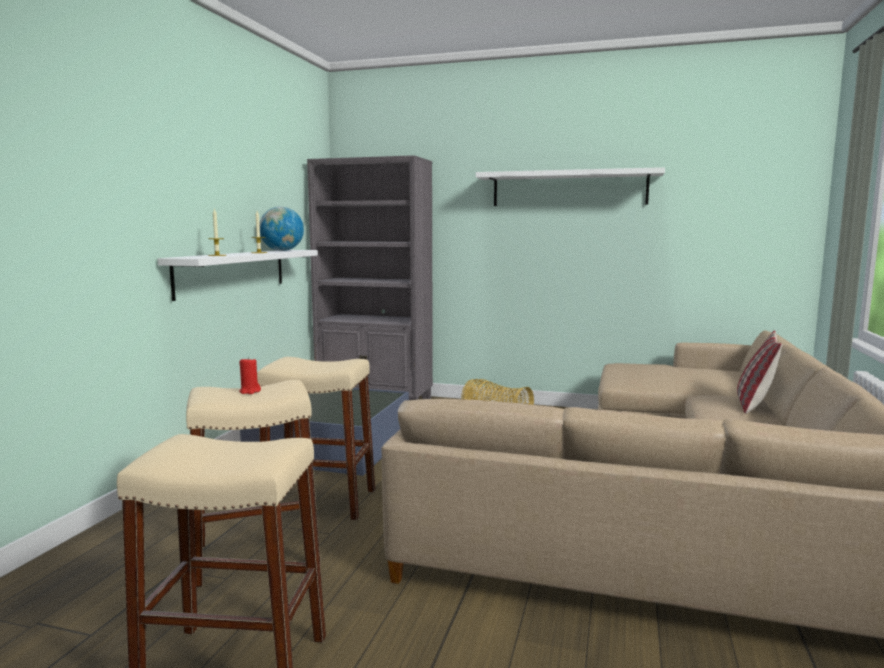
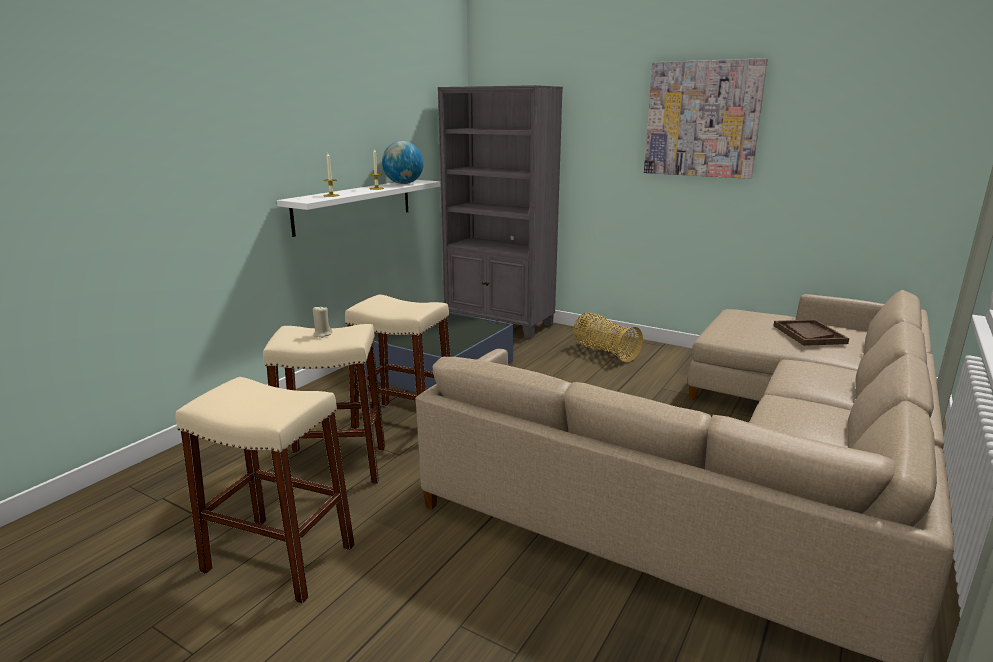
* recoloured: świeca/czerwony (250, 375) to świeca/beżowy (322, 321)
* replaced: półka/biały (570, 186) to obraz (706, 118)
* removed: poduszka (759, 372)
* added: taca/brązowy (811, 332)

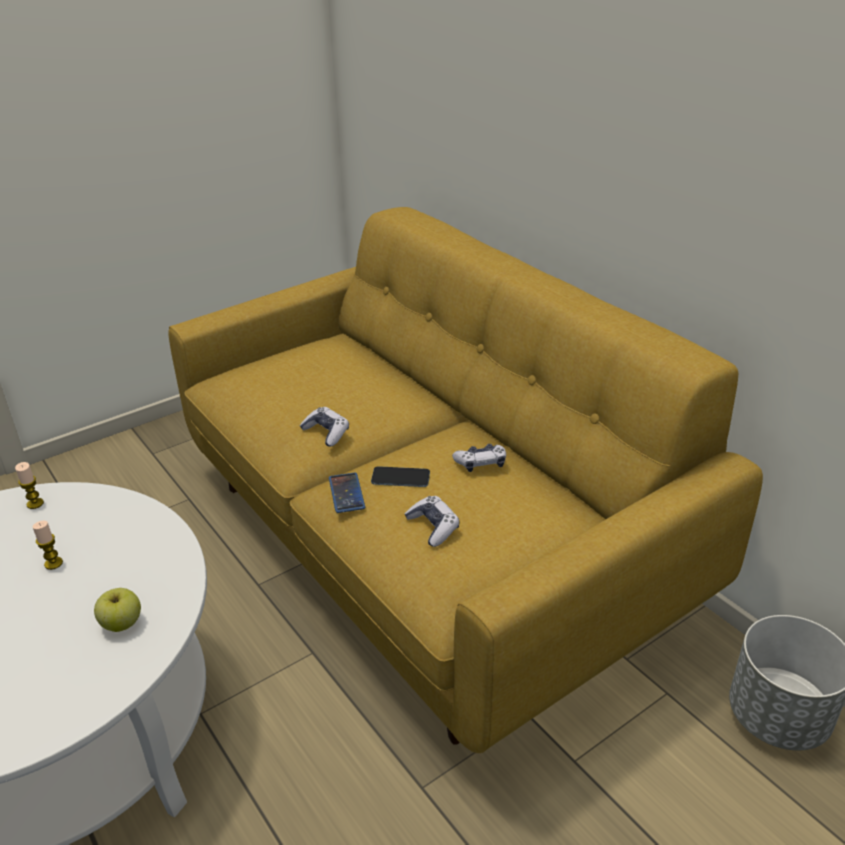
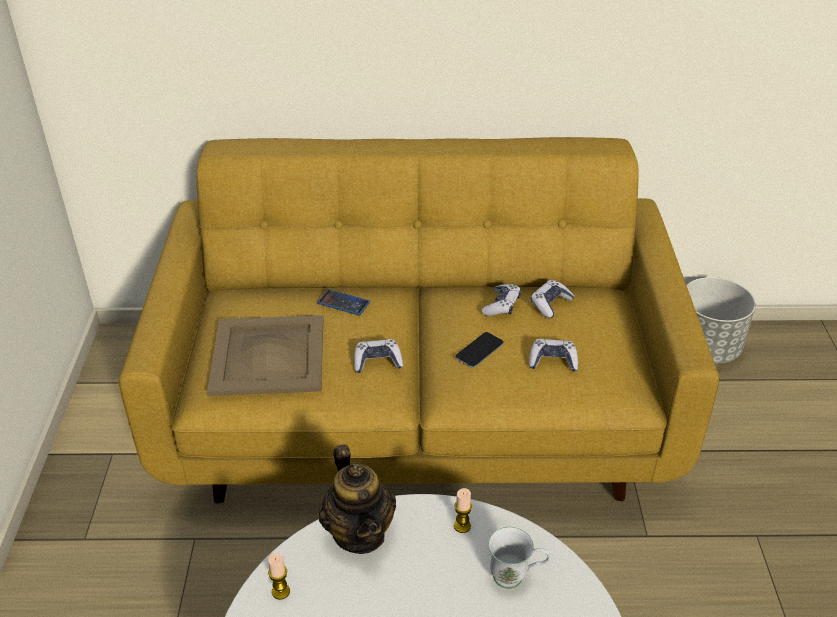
* moved: świeca (47, 545) to (463, 510)
* replaced: jabłko (117, 610) to kubek/biały (519, 558)
* moved: telefon (347, 493) to (343, 302)
* added: taca/beżowy (265, 355)
* added: imbryk (357, 499)
* added: pad do gier (552, 299)

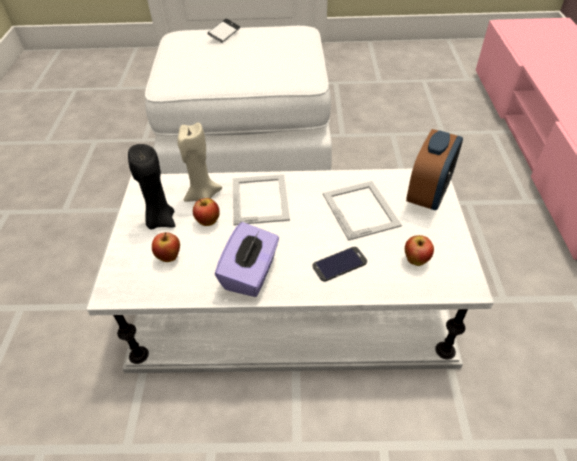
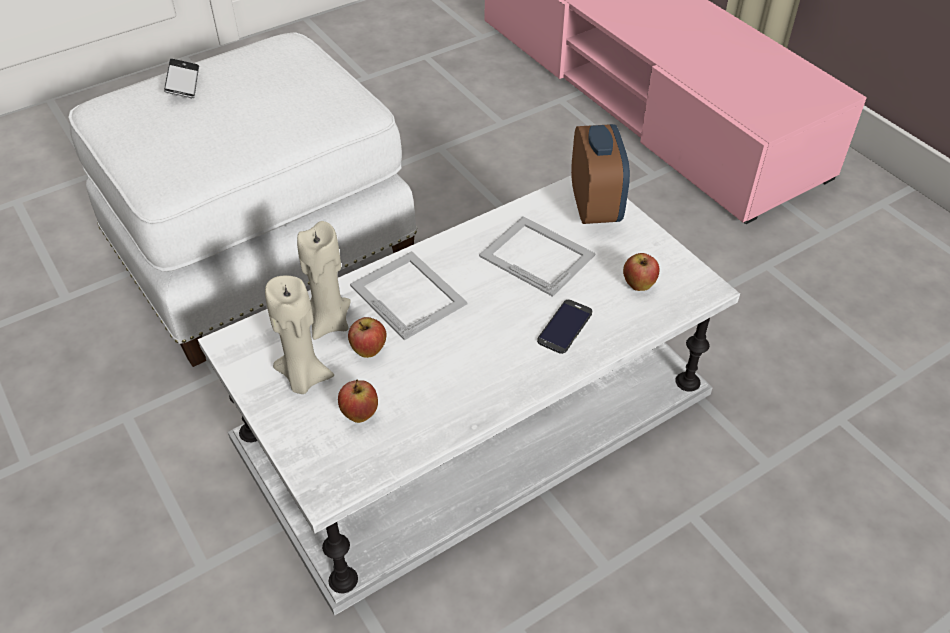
* recoloured: świeca/czarny (151, 187) to świeca/beżowy (299, 334)
* removed: pudełko chusteczek/fioletowy (247, 259)

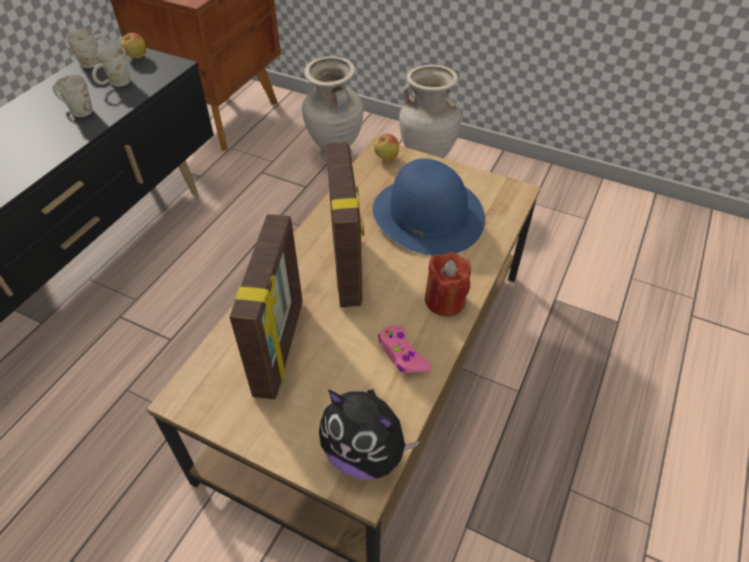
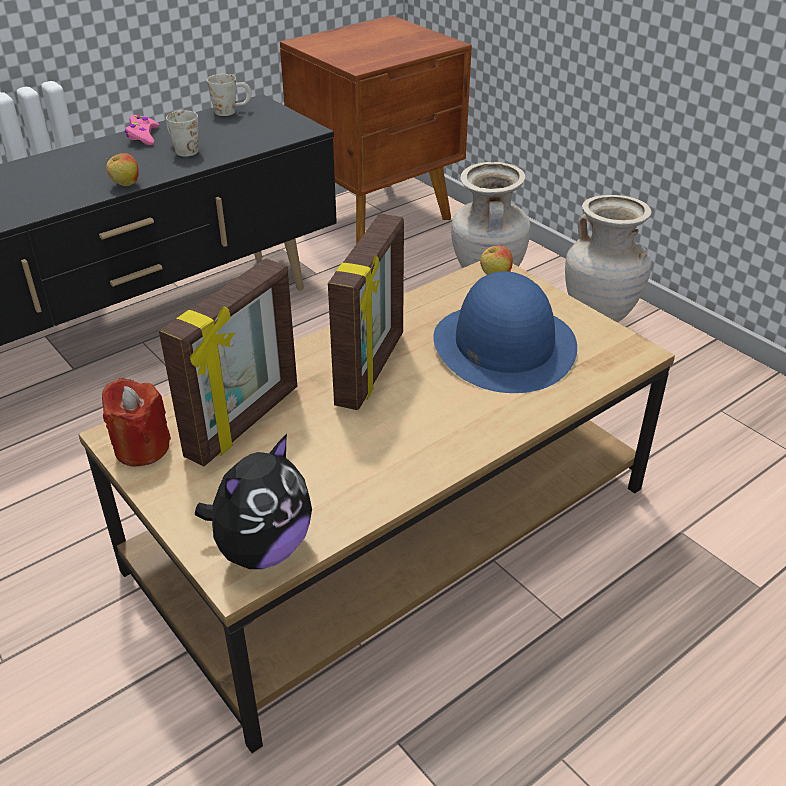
* removed: kubek/biały (111, 66)
* moved: jabłko (133, 46) to (122, 169)
* turned: pluszak (369, 434) = (253, 501) 105 degrees counterclockwise
* moved: pad do gier/różowy (405, 350) to (142, 130)
* moved: świeca/czerwony (448, 284) to (136, 422)

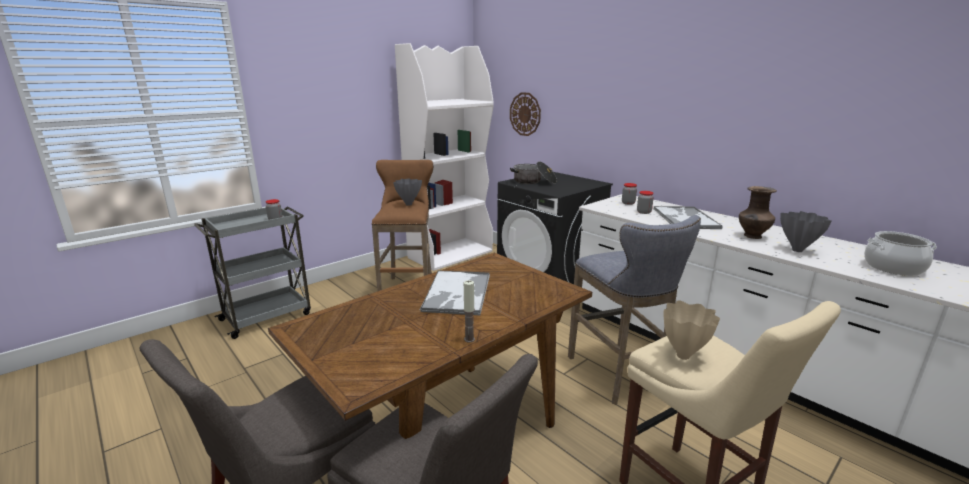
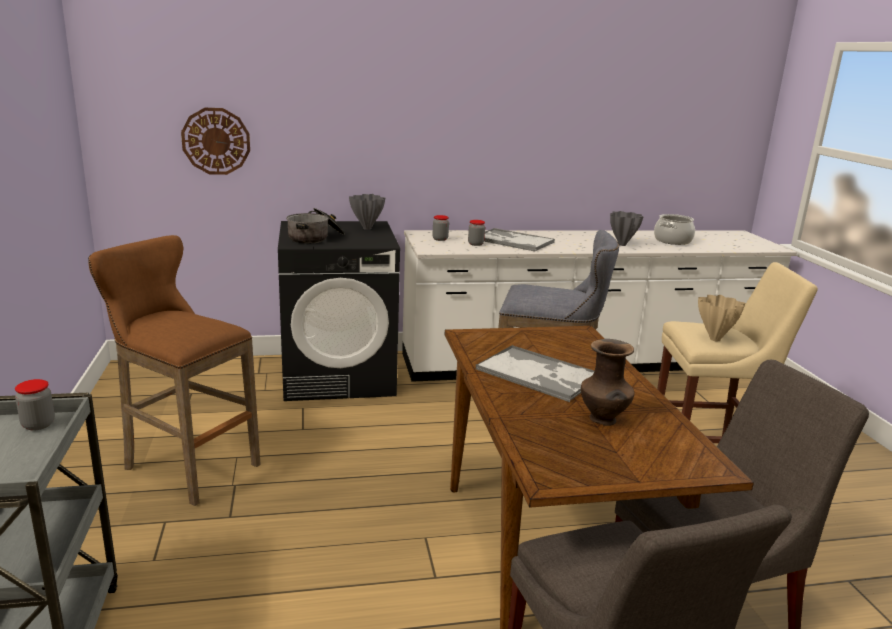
* moved: wazon/szary (407, 192) to (367, 212)
* removed: regał/biały (444, 157)
* removed: świeca (469, 311)
* moved: wazon/brązowy (758, 212) to (608, 382)

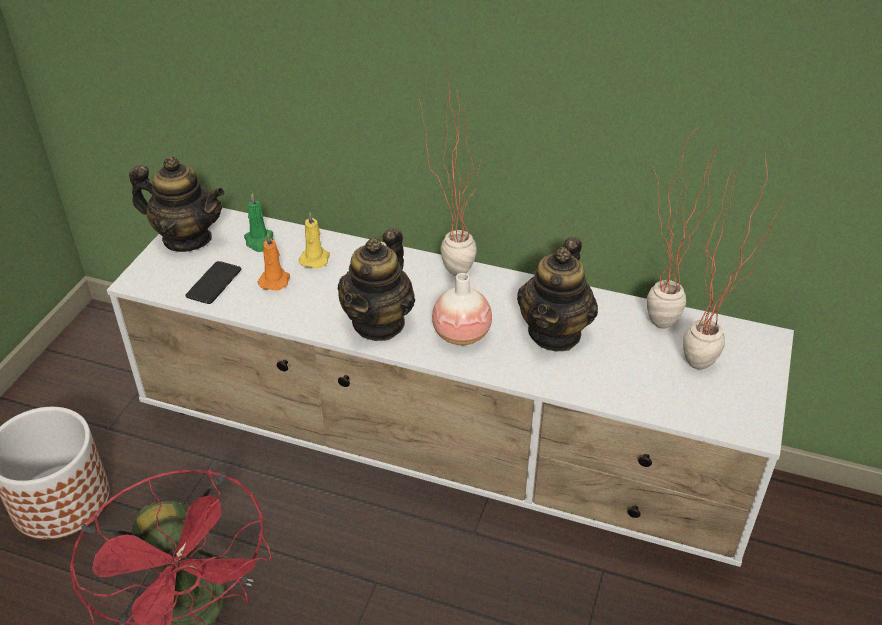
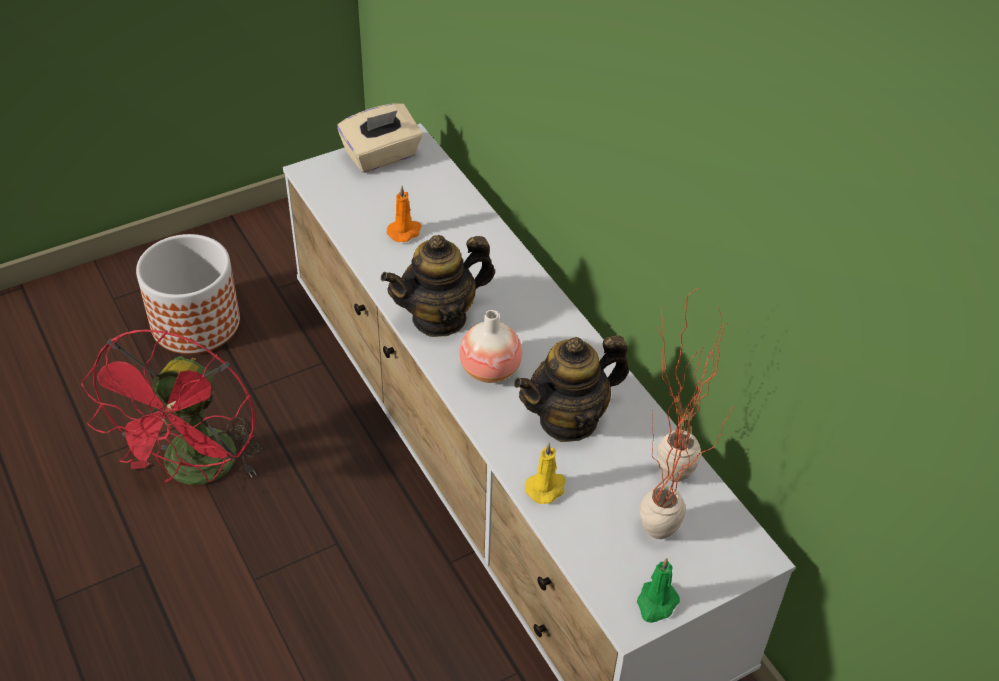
* replaced: imbryk (176, 204) to pudełko chusteczek/beżowy (379, 138)
* removed: telefon (213, 282)
* moved: świeca/zielony (258, 222) to (658, 590)
* moved: świeca/żółty (314, 240) to (545, 473)
* removed: roślina doniczkowa (451, 174)

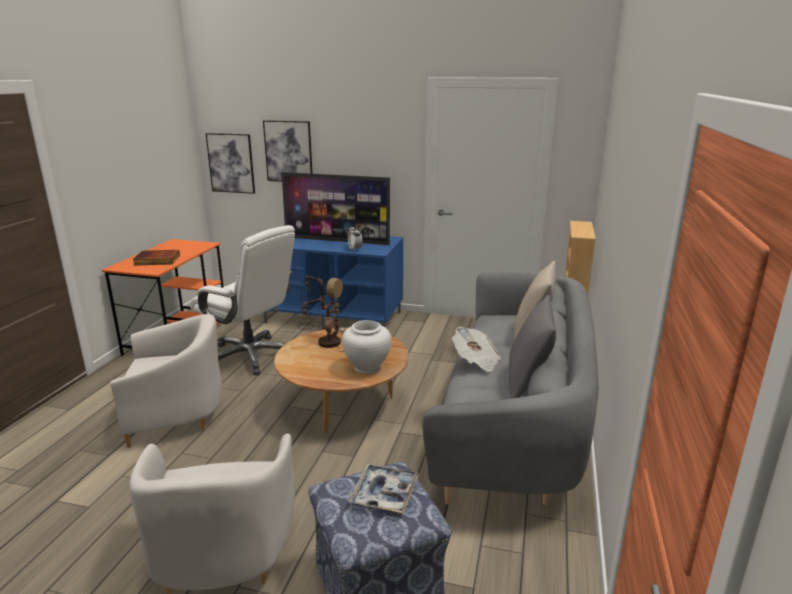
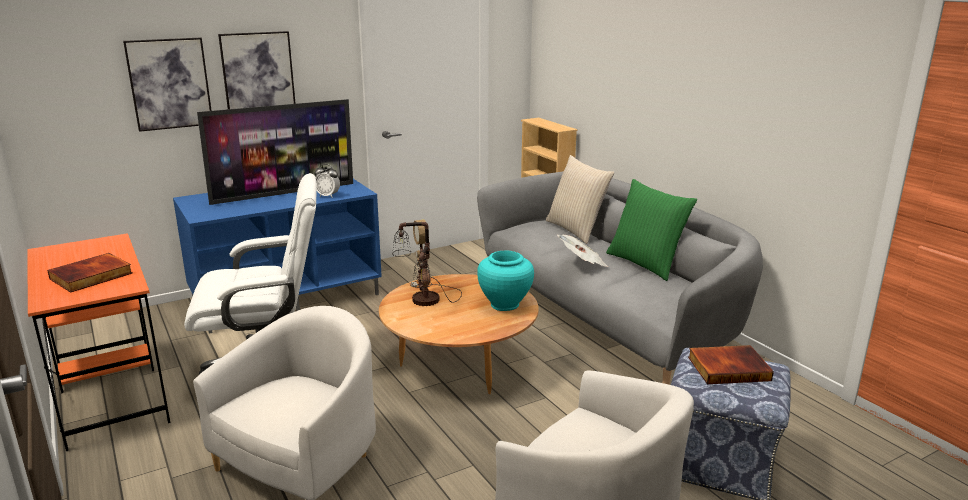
* moved: obraz (230, 163) to (257, 70)
* recoloured: wazon/biały (367, 347) to wazon/turkusowy (505, 281)
* replaced: taca (384, 488) to książka (731, 364)
* recoloured: poduszka/szary (532, 346) to poduszka/zielony (651, 230)

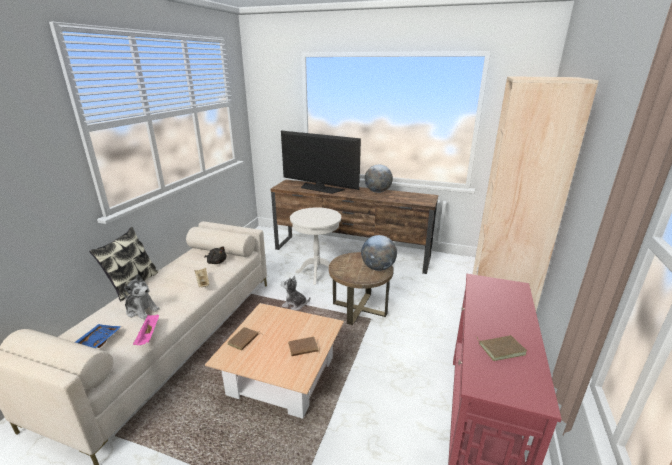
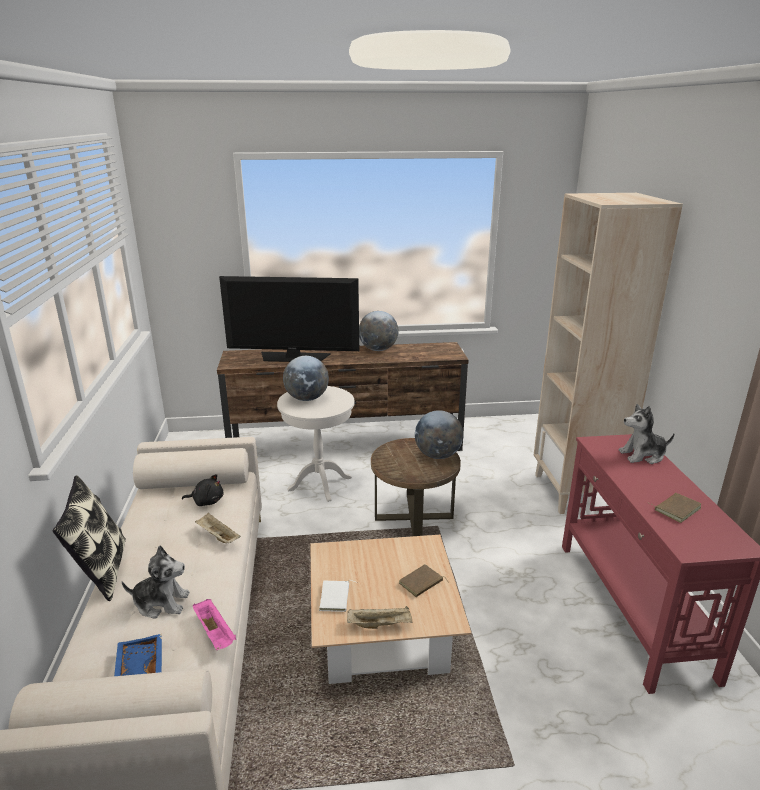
* recoloured: książka/brązowy (245, 339) to książka/biały (337, 596)
* moved: pluszak (295, 292) to (646, 434)
* added: globus (306, 378)
* added: taca/beżowy (380, 617)

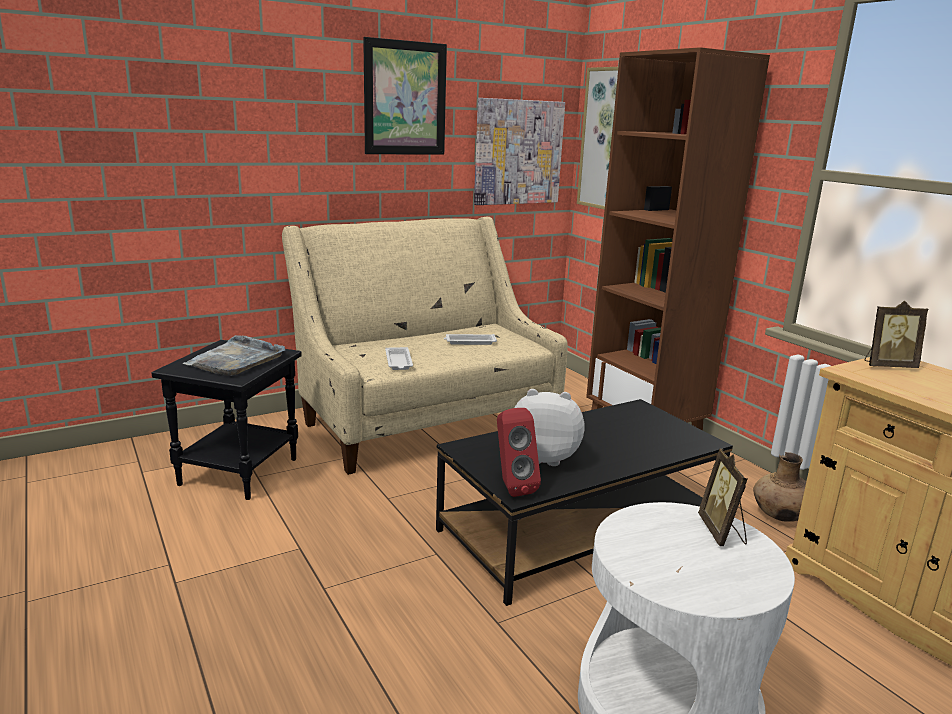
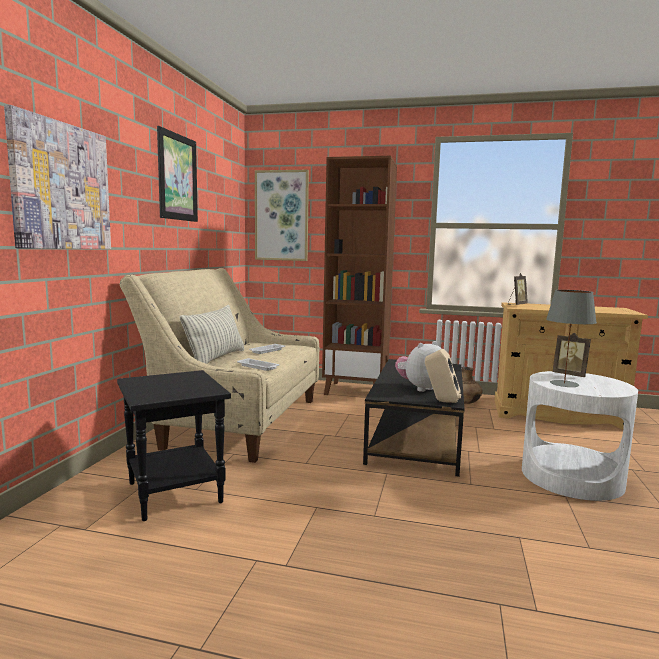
* removed: taca/szary (234, 355)
* moved: obraz (519, 151) to (57, 177)
* recoloured: głośnik/czerwony (519, 452) to głośnik/beżowy (443, 376)
* added: poduszka (212, 334)
* added: lampa stołowa/szary (571, 338)

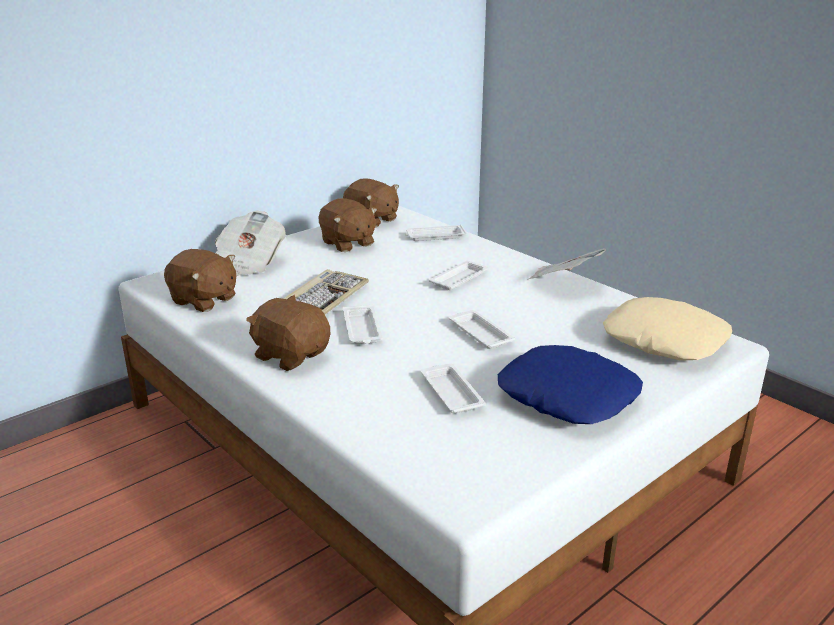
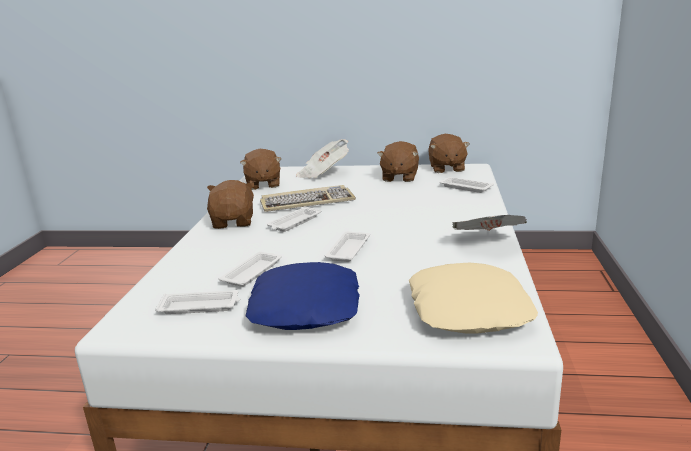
* moved: taca/biały (458, 275) to (197, 302)

